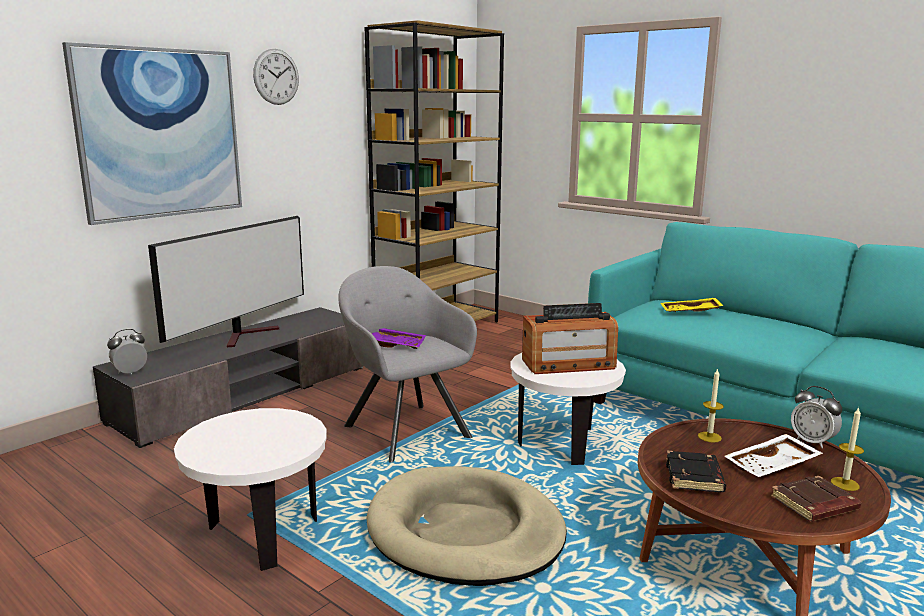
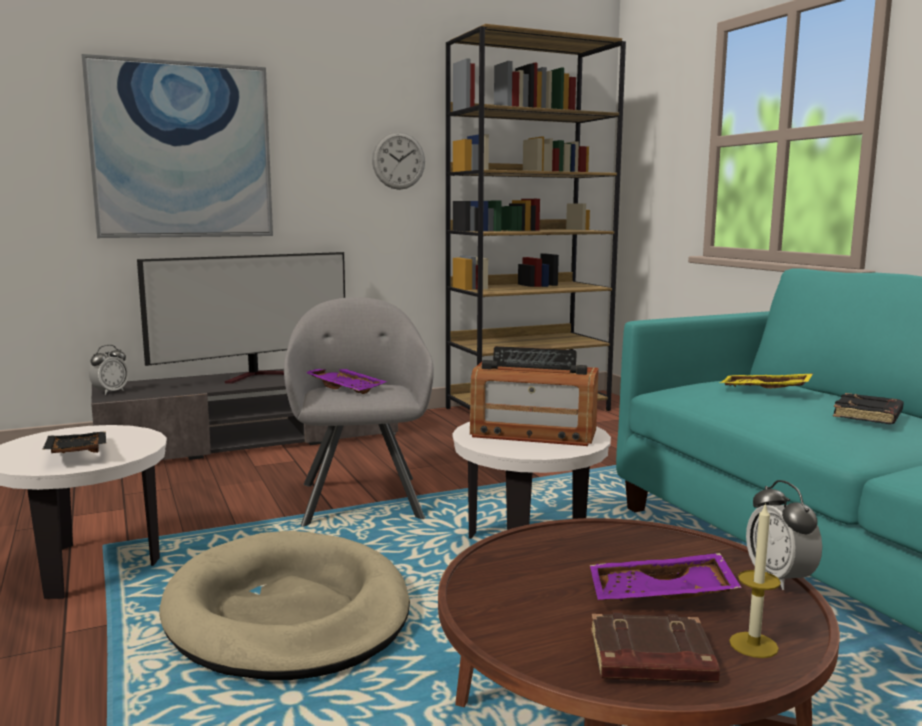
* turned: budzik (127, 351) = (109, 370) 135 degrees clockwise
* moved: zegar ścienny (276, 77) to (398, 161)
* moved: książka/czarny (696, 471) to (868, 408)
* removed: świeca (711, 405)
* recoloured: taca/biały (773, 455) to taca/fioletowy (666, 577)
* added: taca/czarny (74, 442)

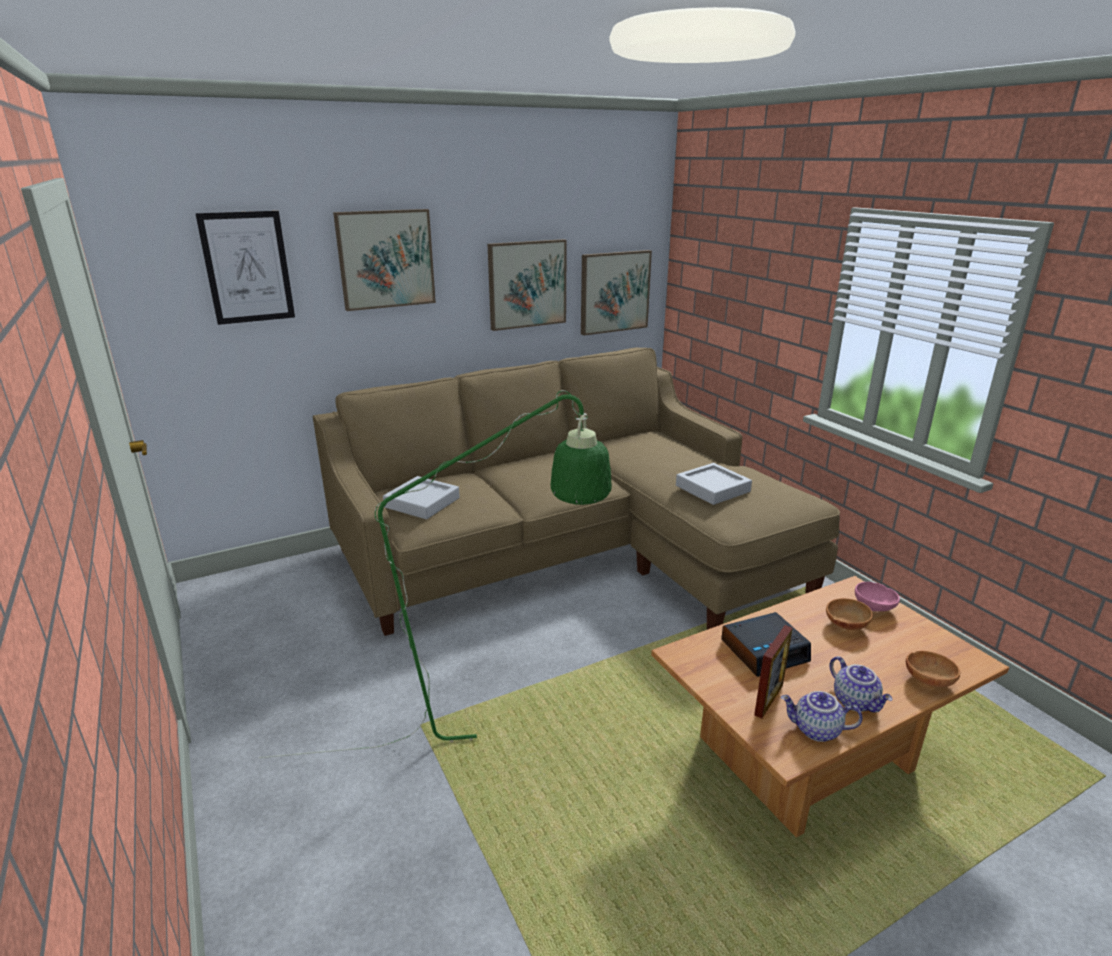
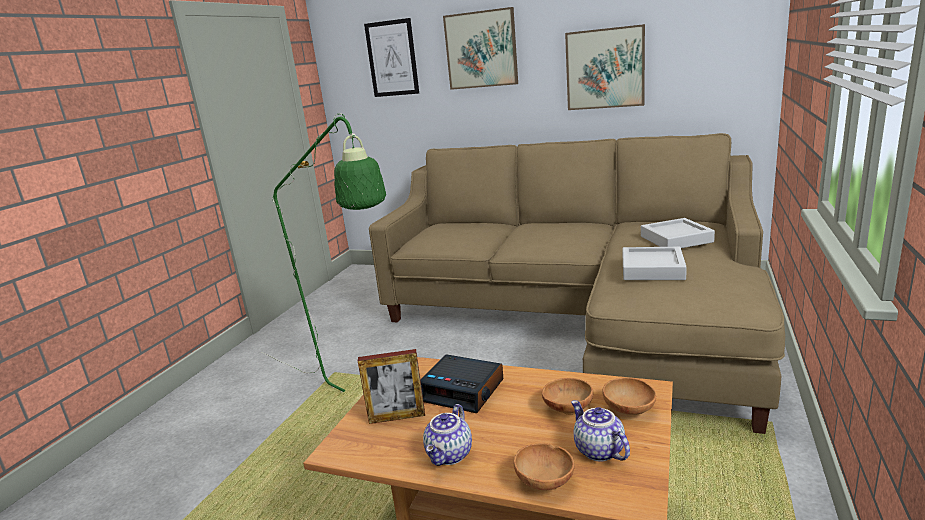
* moved: taca/szary (421, 497) to (678, 233)
* removed: obraz (616, 293)
* moved: imbryk (821, 716) to (600, 431)
* recoloured: miska/różowy (877, 596) to miska/brązowy (629, 396)

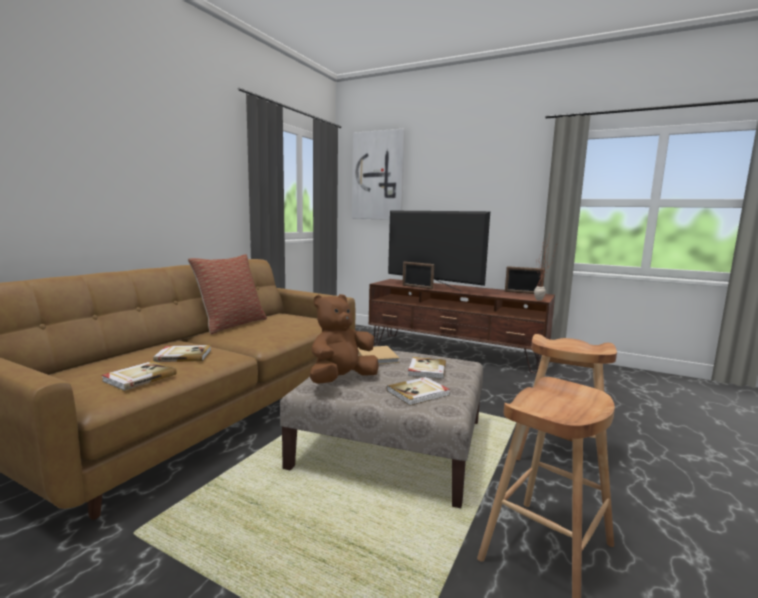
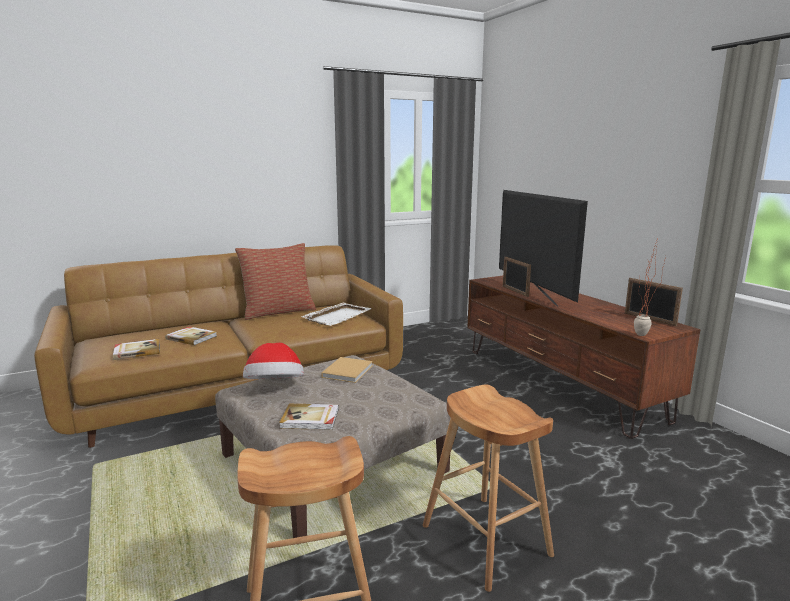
* replaced: pluszak/brązowy (344, 339) to kapelusz (273, 361)
* removed: obraz (378, 174)
* removed: książka (427, 368)
* added: taca/biały (336, 314)

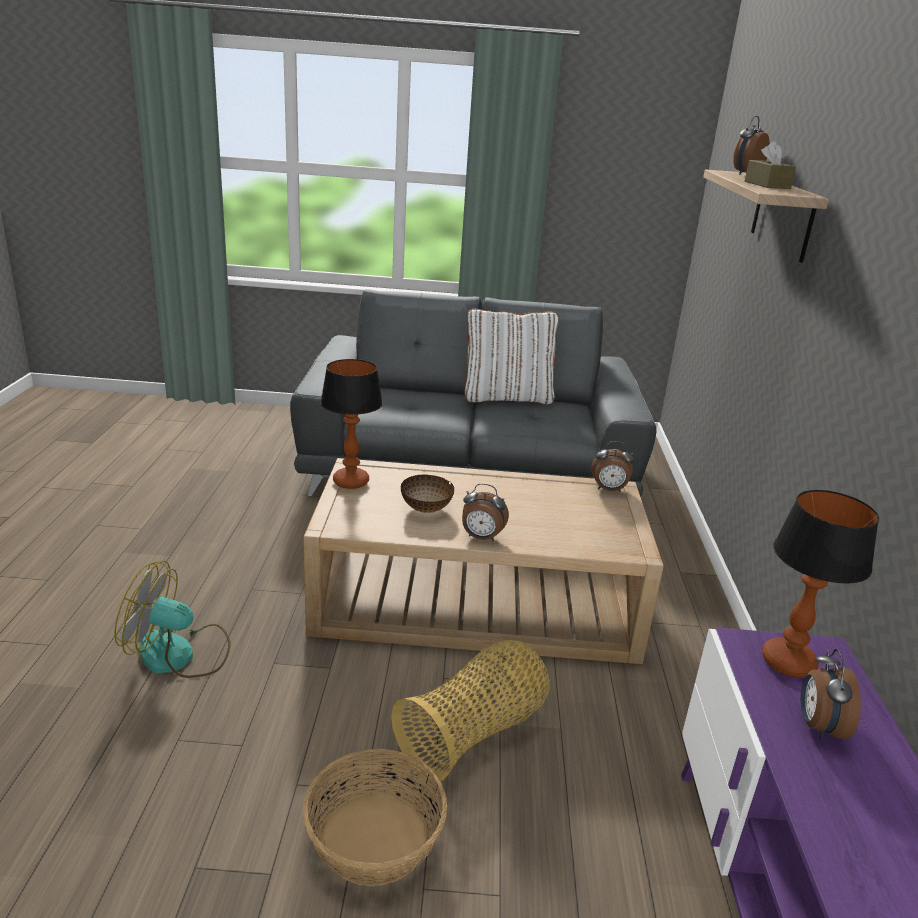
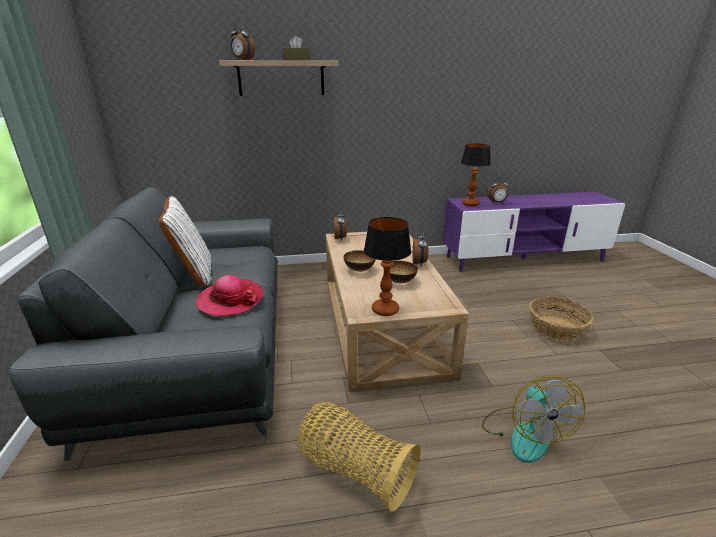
* moved: koszyk (470, 710) to (359, 457)
* added: kapelusz (229, 295)
* added: miska (359, 261)

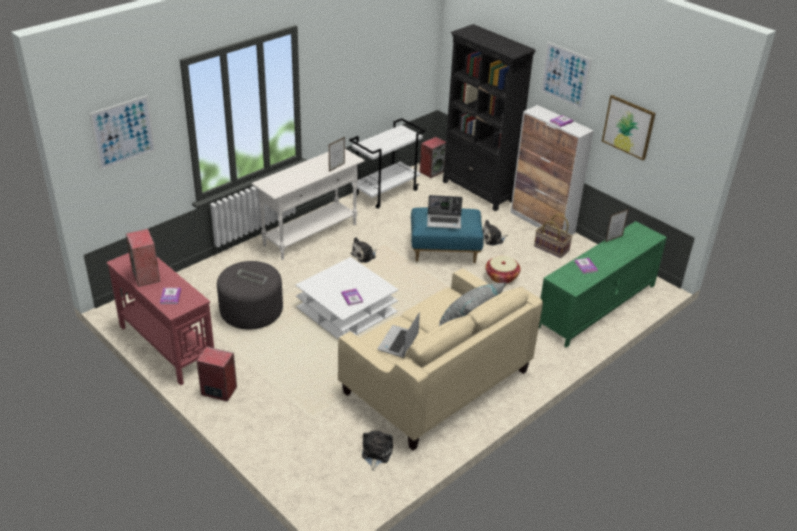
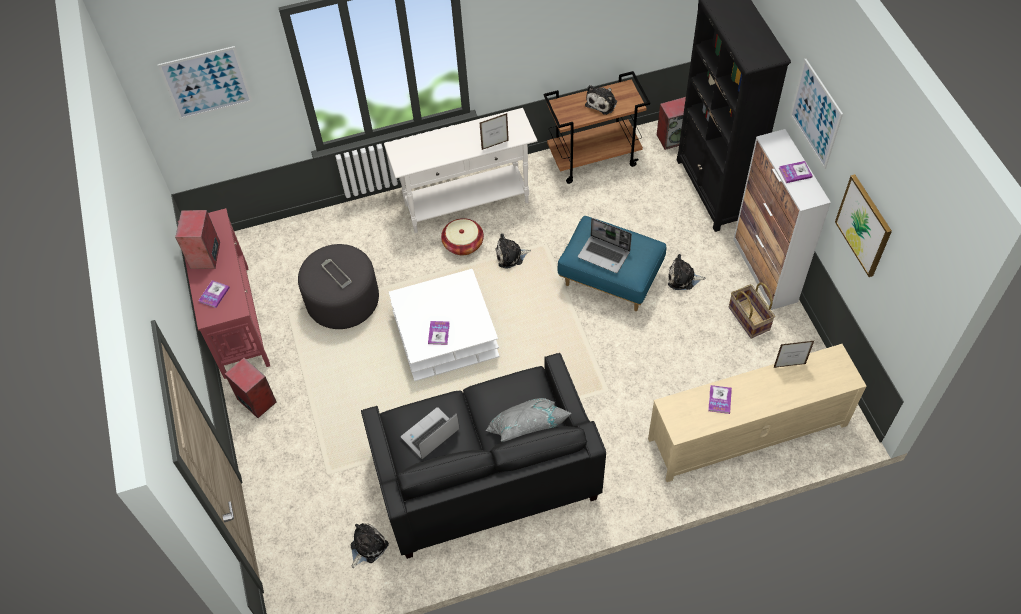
* recoloured: kanapa/beżowy (440, 359) to kanapa/czarny (483, 456)
* recoloured: wózek/biały (387, 163) to wózek/brązowy (596, 127)
* moved: koszyk (503, 270) to (462, 236)
* recoloured: szafka pod telewizor/zielony (603, 284) to szafka pod telewizor/beżowy (757, 413)
* added: pluszak (601, 100)

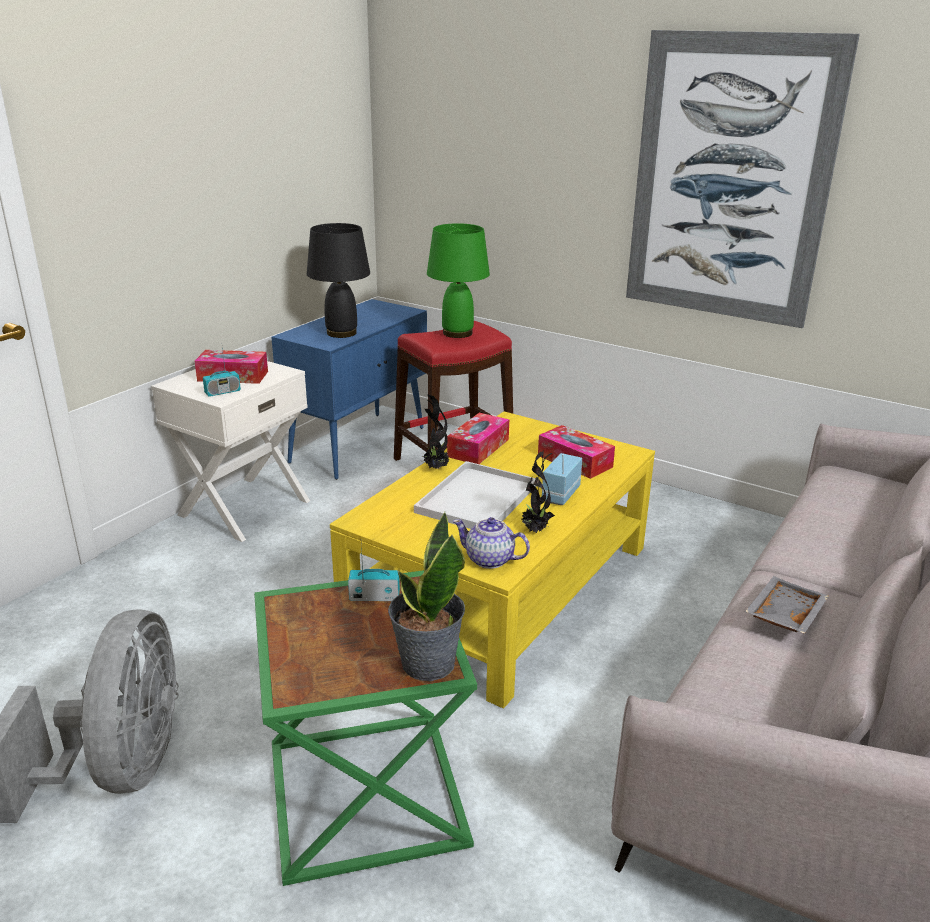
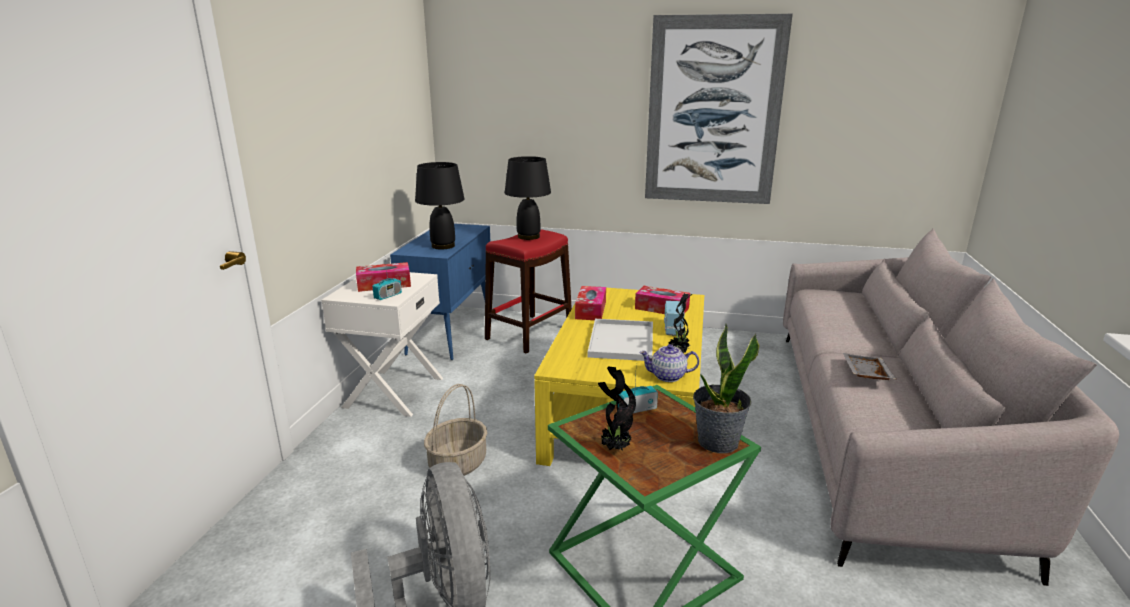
* moved: roślina doniczkowa (436, 431) to (617, 408)
* recoloured: lampa stołowa/zielony (458, 280) to lampa stołowa/czarny (528, 198)
* added: koszyk (455, 430)

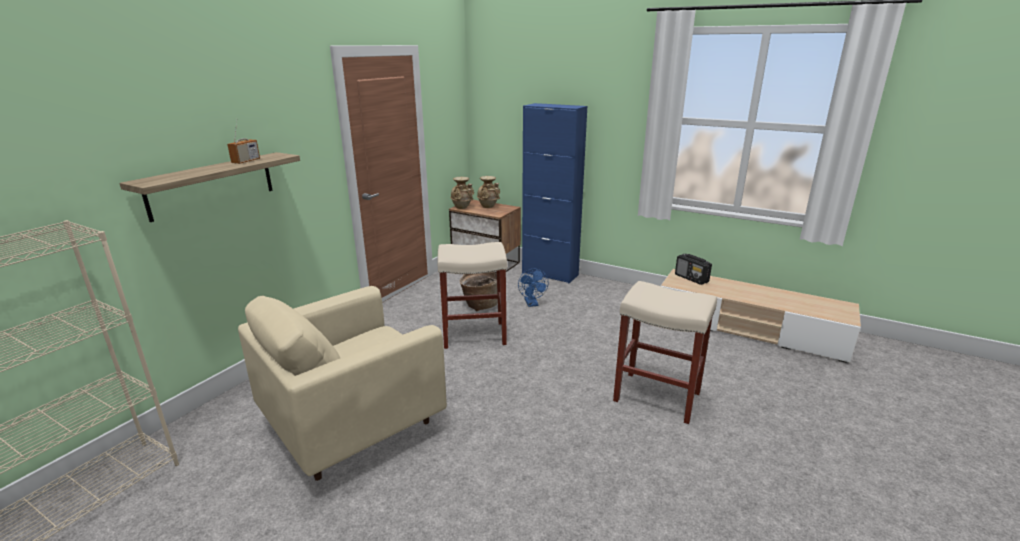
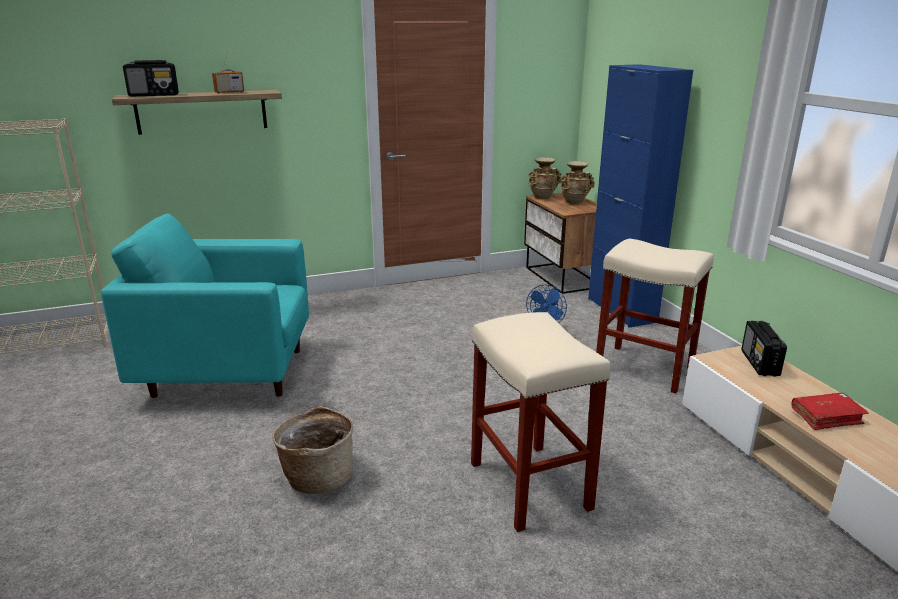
* recoloured: fotel/beżowy (342, 383) to fotel/turkusowy (205, 306)
* moved: stołek/beżowy (472, 295) to (655, 316)
* moved: koszyk (479, 291) to (312, 450)
* added: radio (151, 78)
* added: książka/czerwony (829, 411)

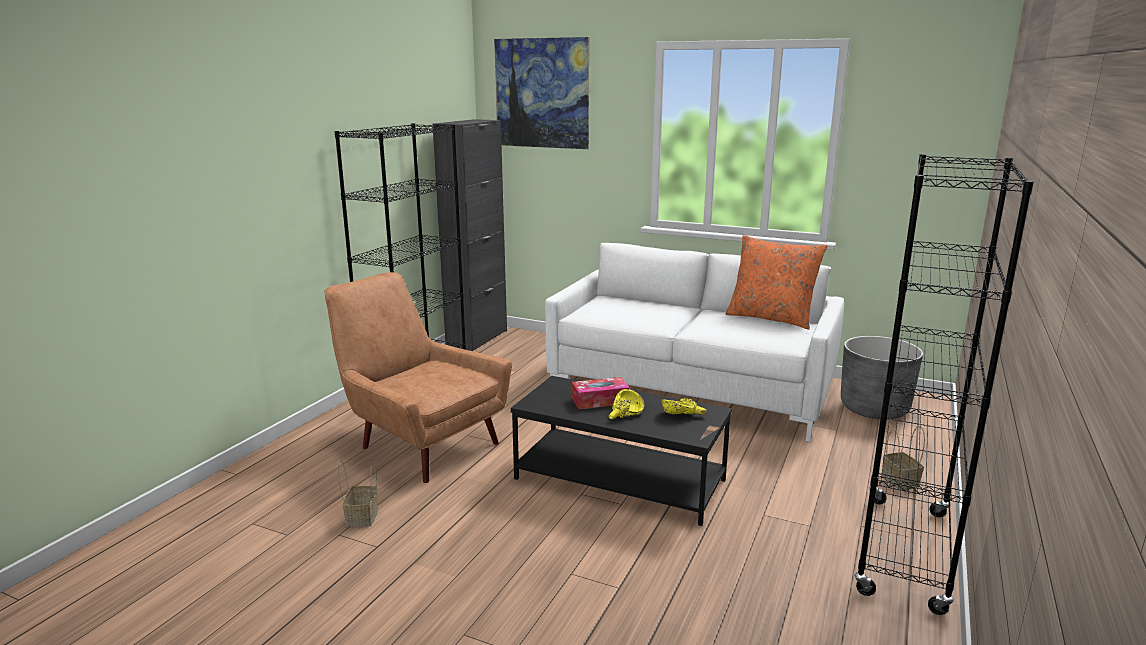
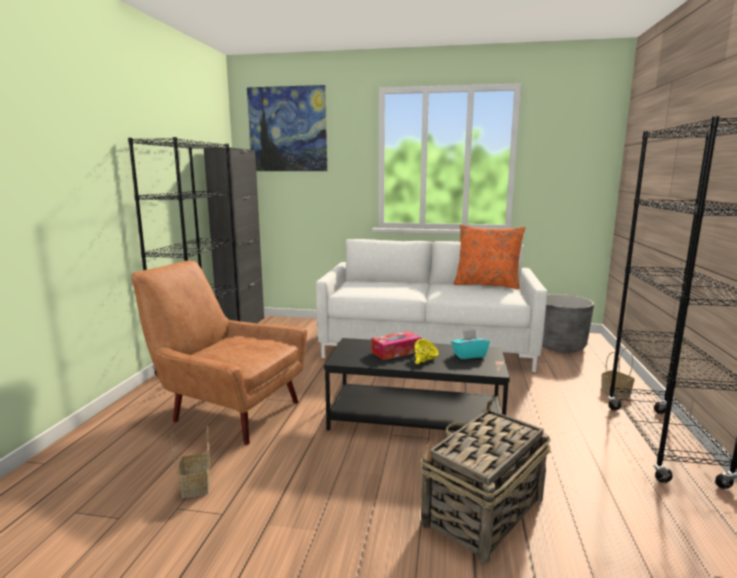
* replaced: miska/żółty (683, 406) to pudełko chusteczek/turkusowy (470, 344)
* added: koszyk (485, 483)

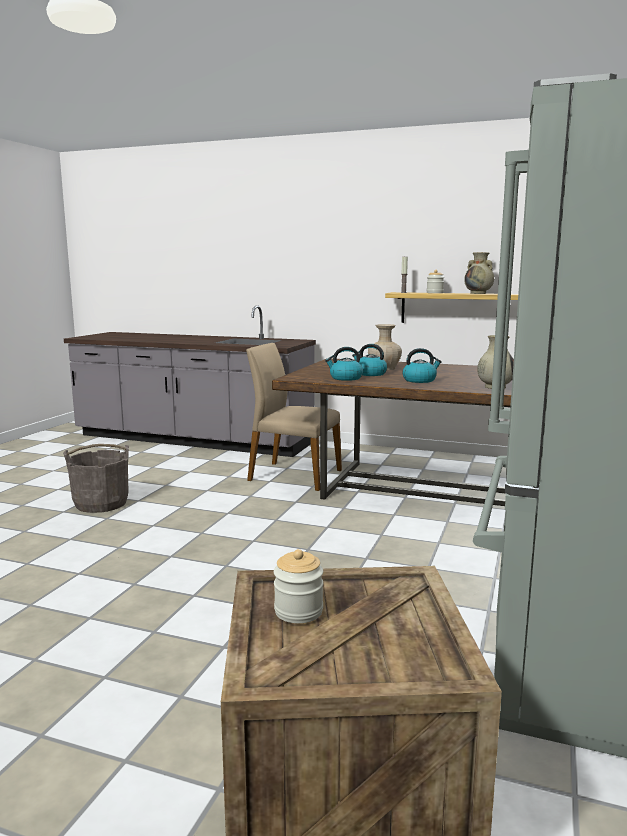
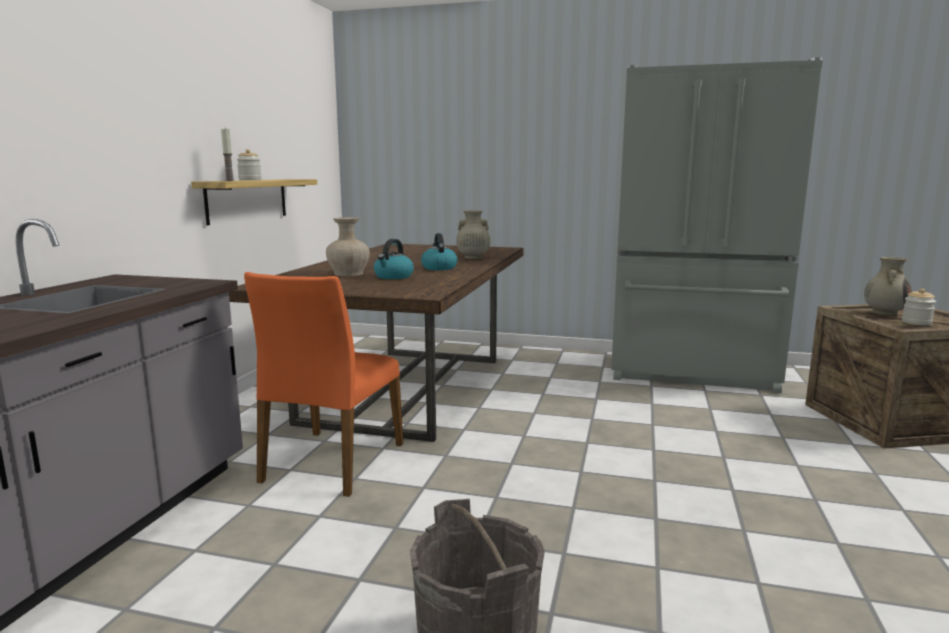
* recoloured: krzesło/beżowy (294, 417) to krzesło/pomarańczowy (323, 384)
* removed: czajnik (344, 364)
* moved: wazon/beżowy (479, 273) to (888, 286)

